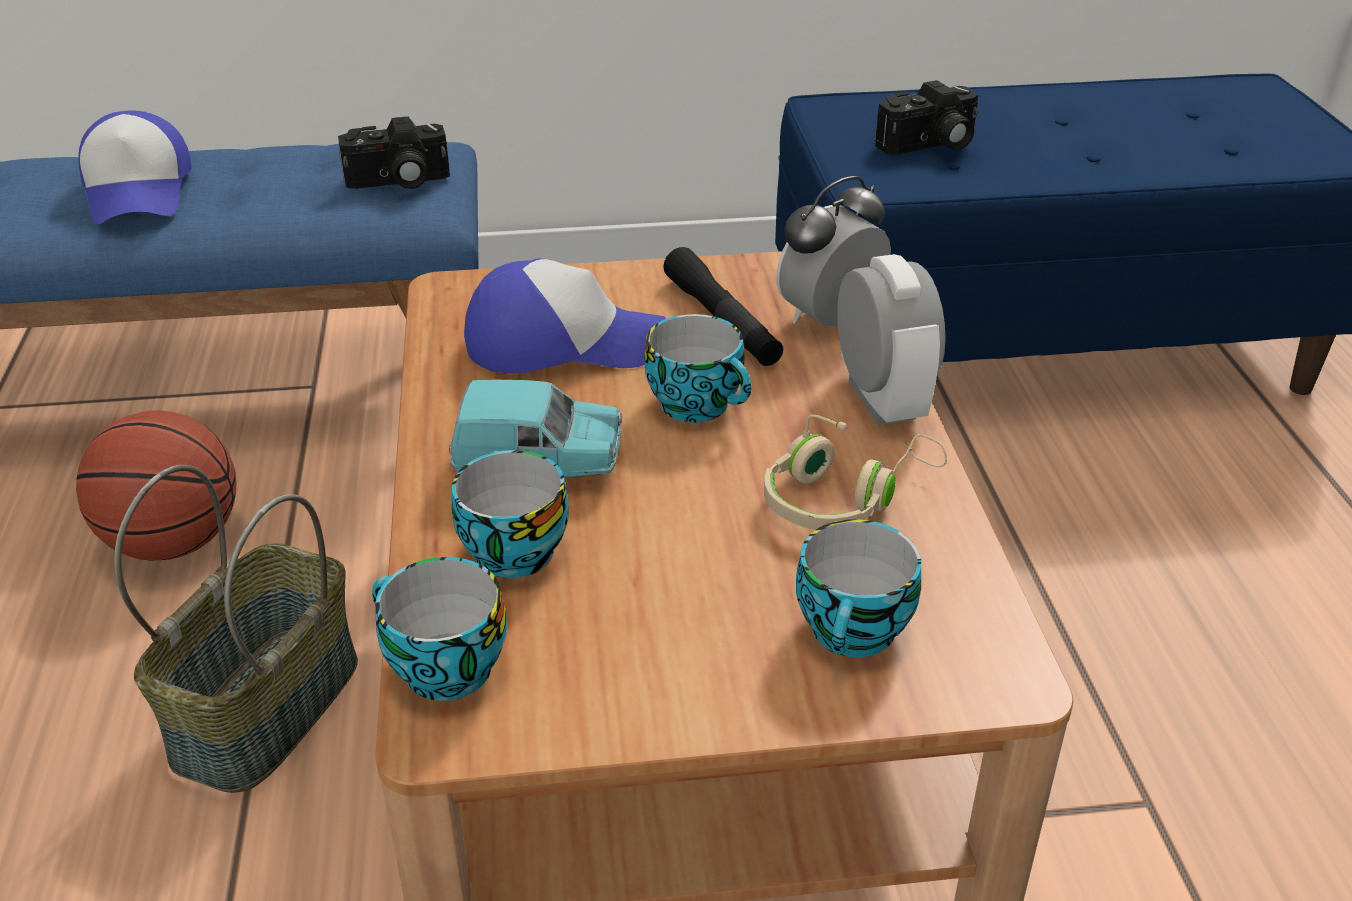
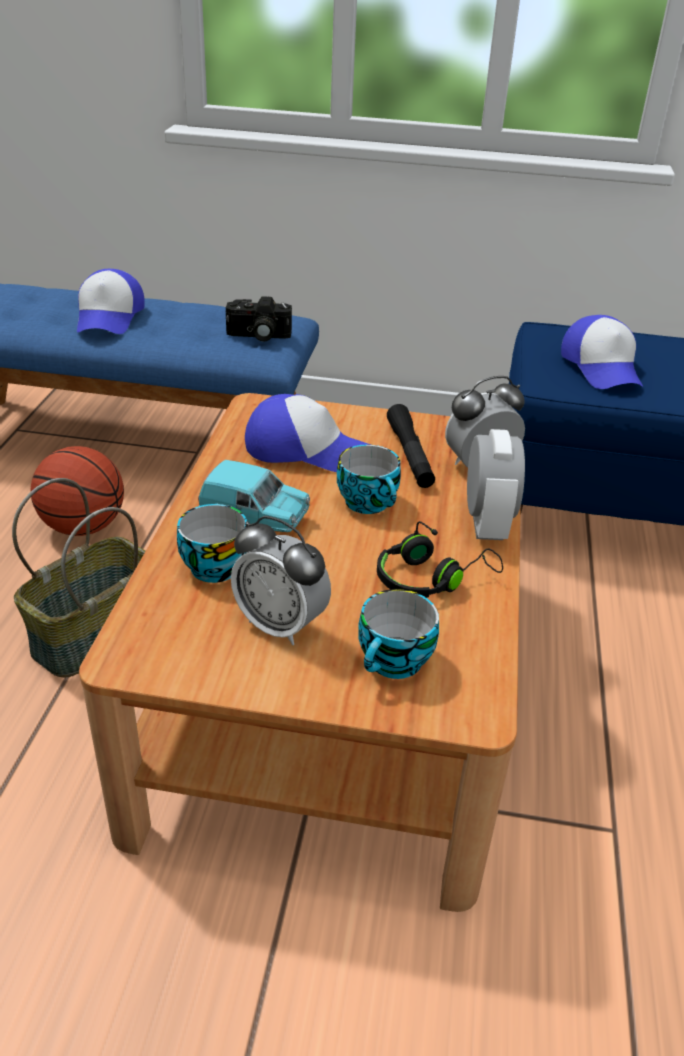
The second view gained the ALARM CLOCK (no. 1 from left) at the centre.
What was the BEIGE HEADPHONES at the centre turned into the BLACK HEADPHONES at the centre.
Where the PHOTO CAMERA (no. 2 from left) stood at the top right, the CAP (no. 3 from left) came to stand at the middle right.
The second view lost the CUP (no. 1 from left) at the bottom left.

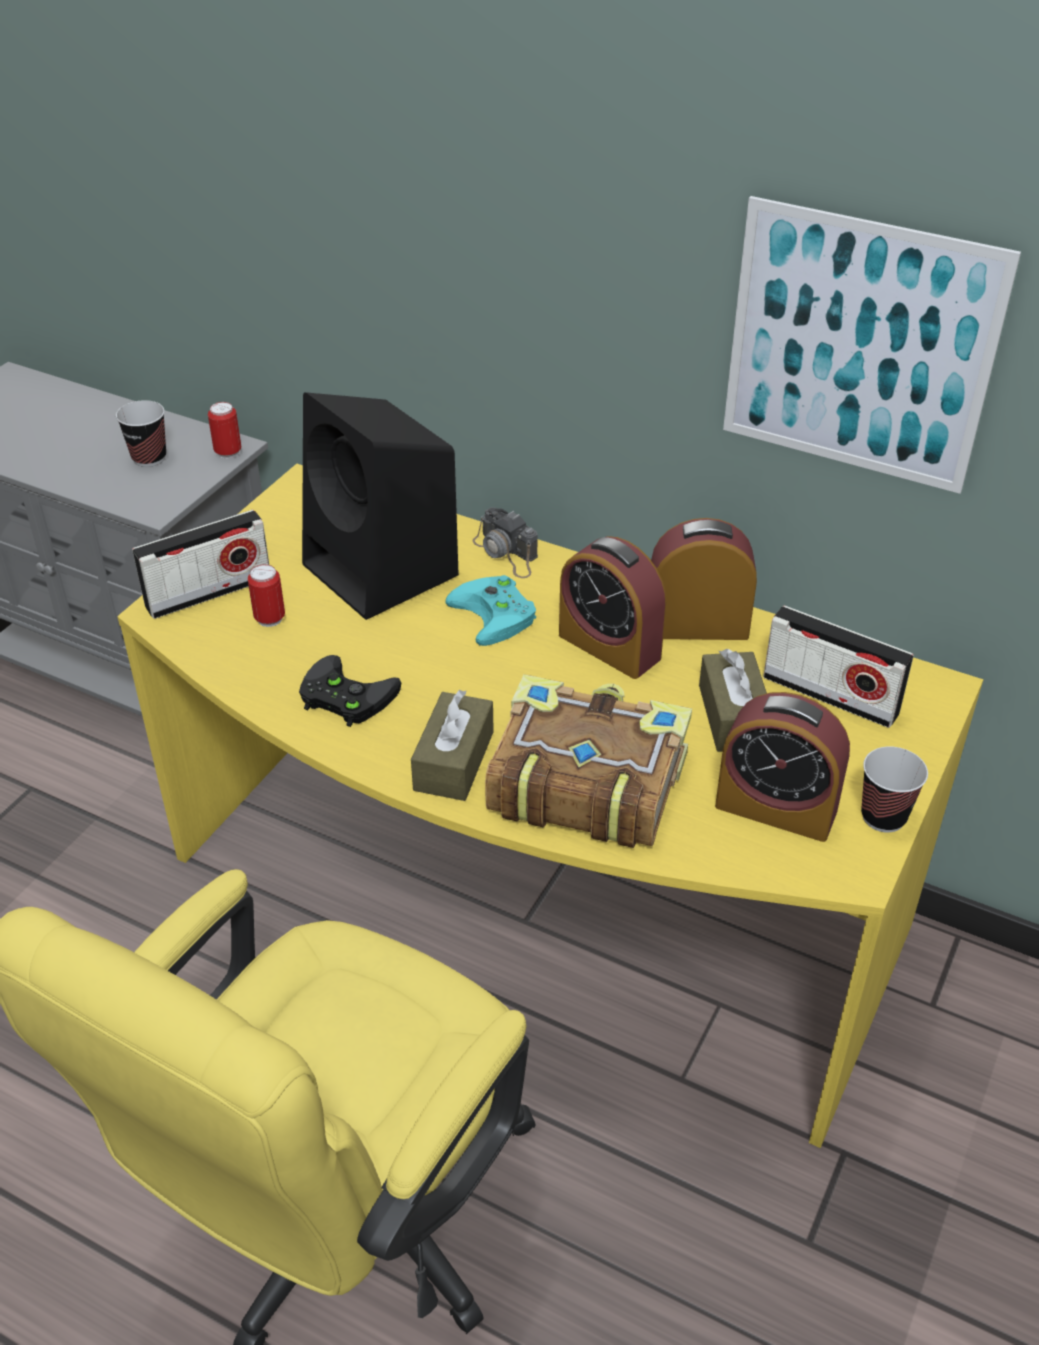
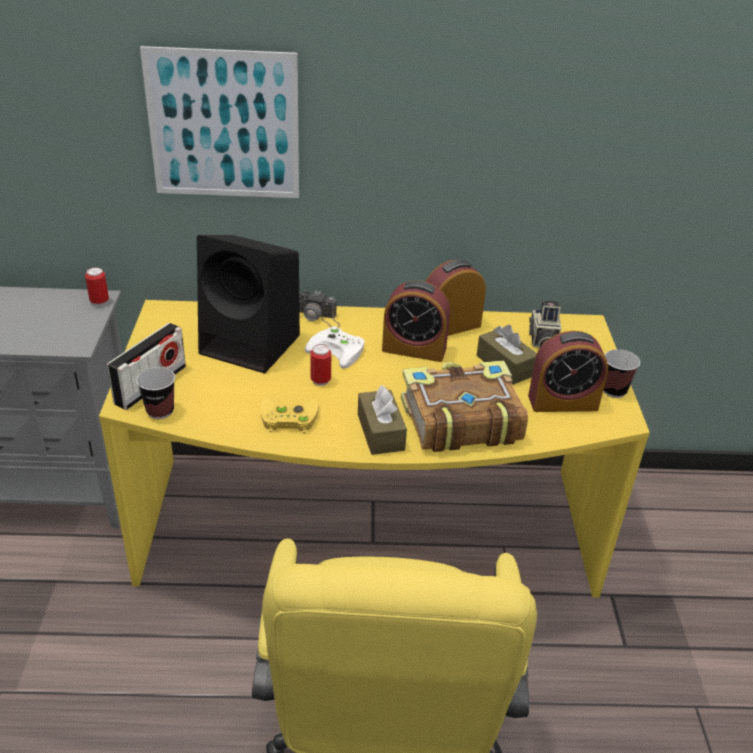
The CUP (no. 1 from left) ended up elsewhere, having gone from the top left to the middle left.
The PICTURE ended up elsewhere, having gone from the top right to the top left.
What was the BLACK GAME CONTROLLER at the centre turned into the YELLOW GAME CONTROLLER at the centre.
What was the TURQUOISE GAME CONTROLLER at the centre turned into the WHITE GAME CONTROLLER at the centre.
The CAN (no. 2 from left) ended up elsewhere, having gone from the middle left to the centre.
Where the RADIO (no. 2 from left) stood at the middle right, the PHOTO CAMERA (no. 2 from left) came to stand at the middle right.

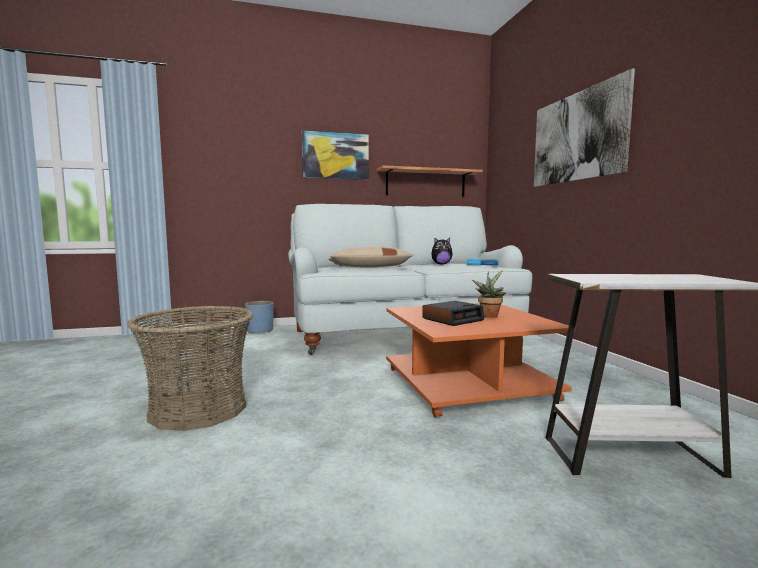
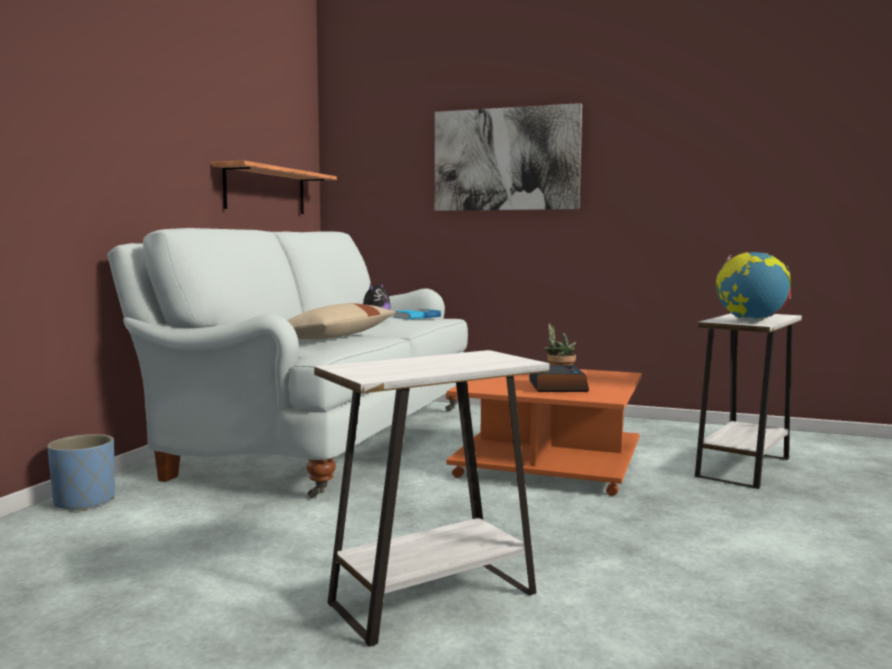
Where the BASKET stood at the middle left, the WHITE SIDE TABLE (no. 1 from left) came to stand at the bottom centre.
The second view gained the GLOBE at the middle right.
The second view lost the PICTURE (no. 1 from left) at the top centre.

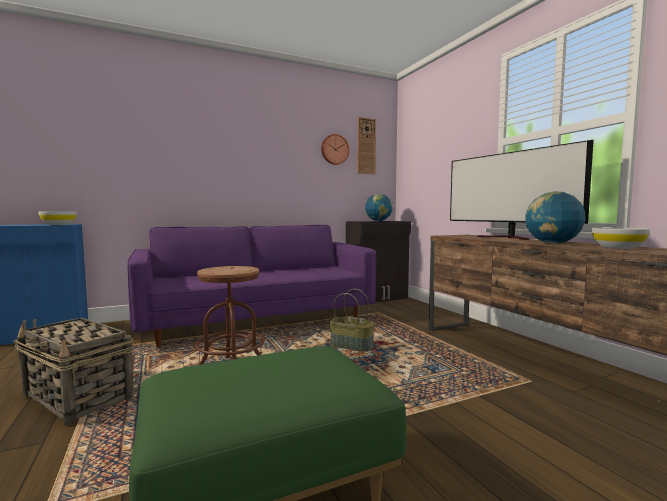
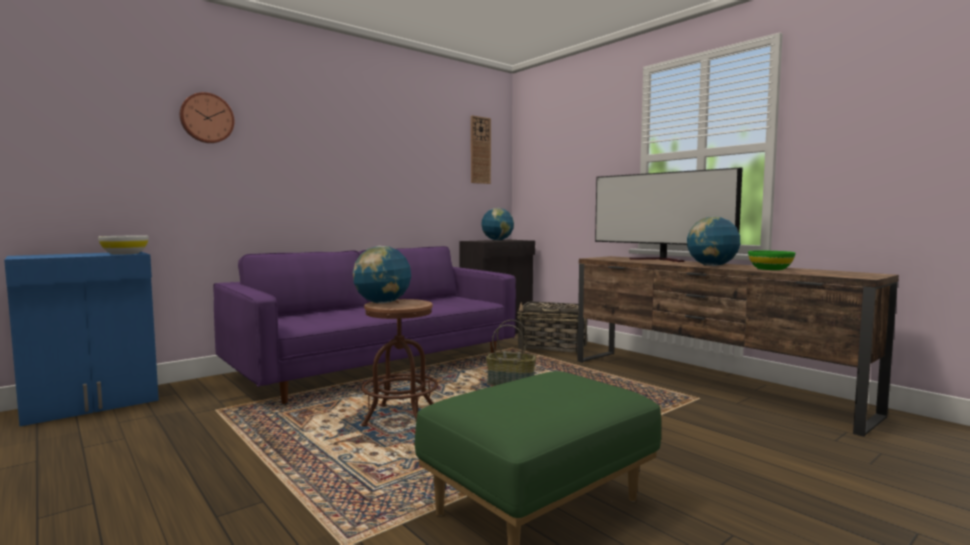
The WALL CLOCK (no. 1 from left) ended up elsewhere, having gone from the top centre to the top left.
The second view gained the GLOBE (no. 1 from left) at the centre.
The BASKET (no. 1 from left in the first image) ended up elsewhere, having gone from the bottom left to the centre.
What was the WHITE BOWL (no. 2 from left) at the middle right turned into the GREEN BOWL at the middle right.

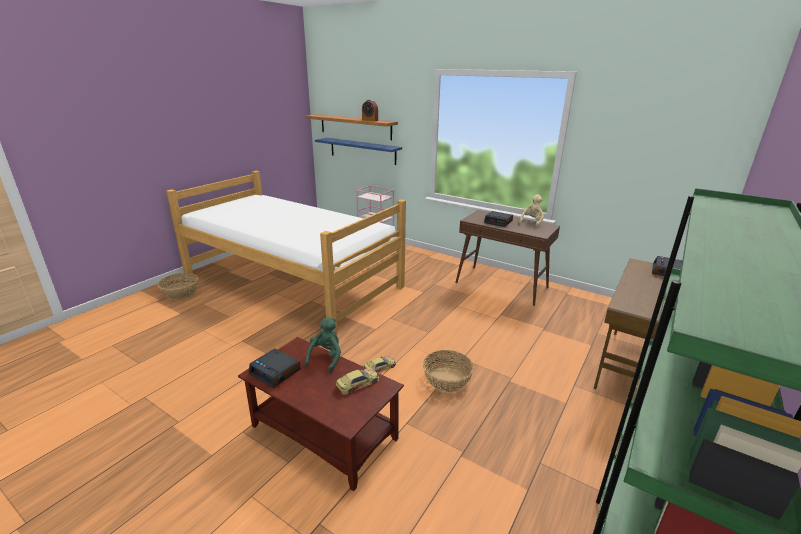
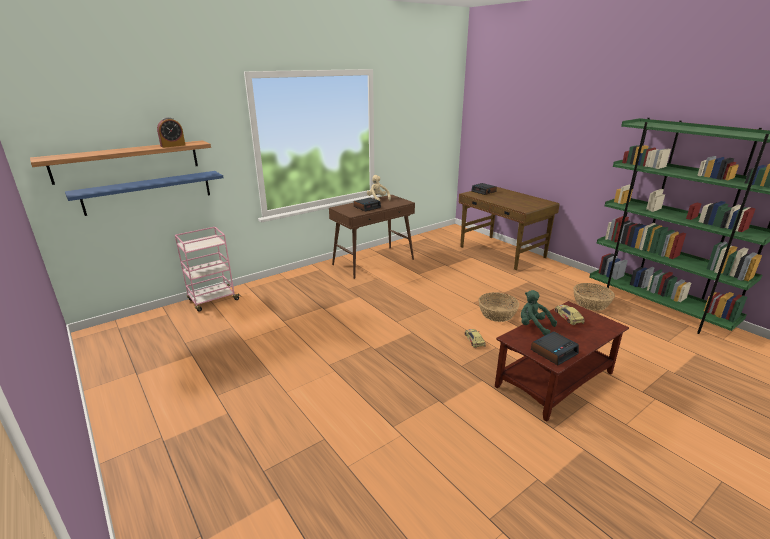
The BASKET (no. 1 from left in the first image) ended up elsewhere, having gone from the middle left to the middle right.
The second view lost the BED at the centre.

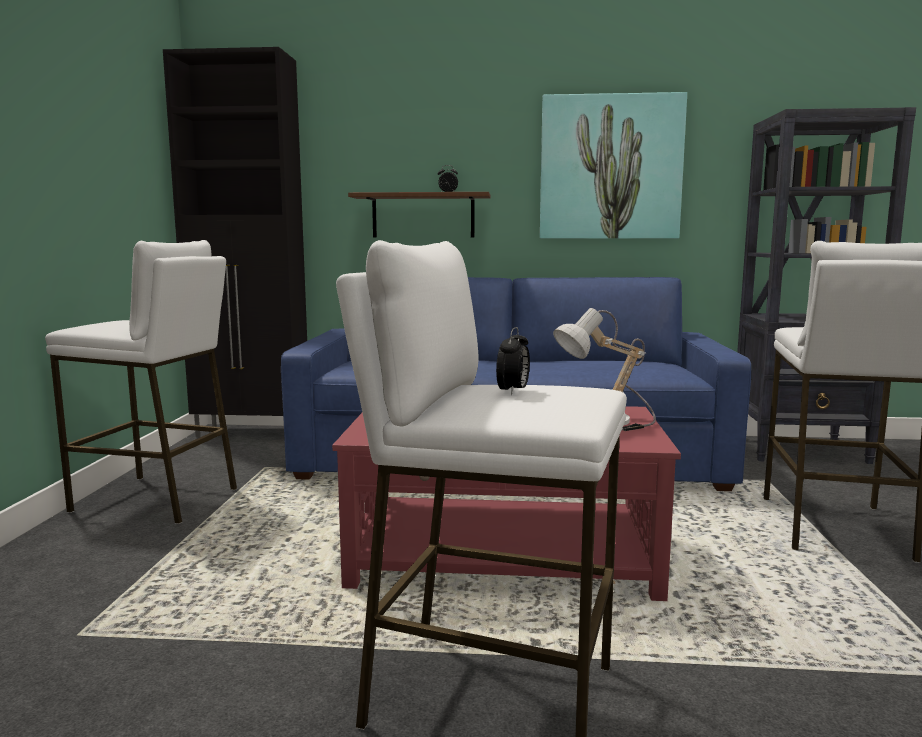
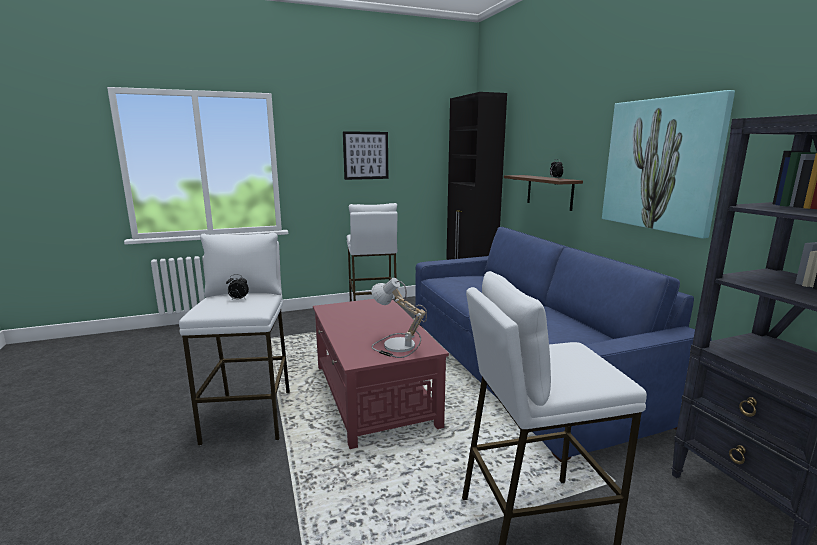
The second view gained the PICTURE (no. 1 from left) at the top centre.

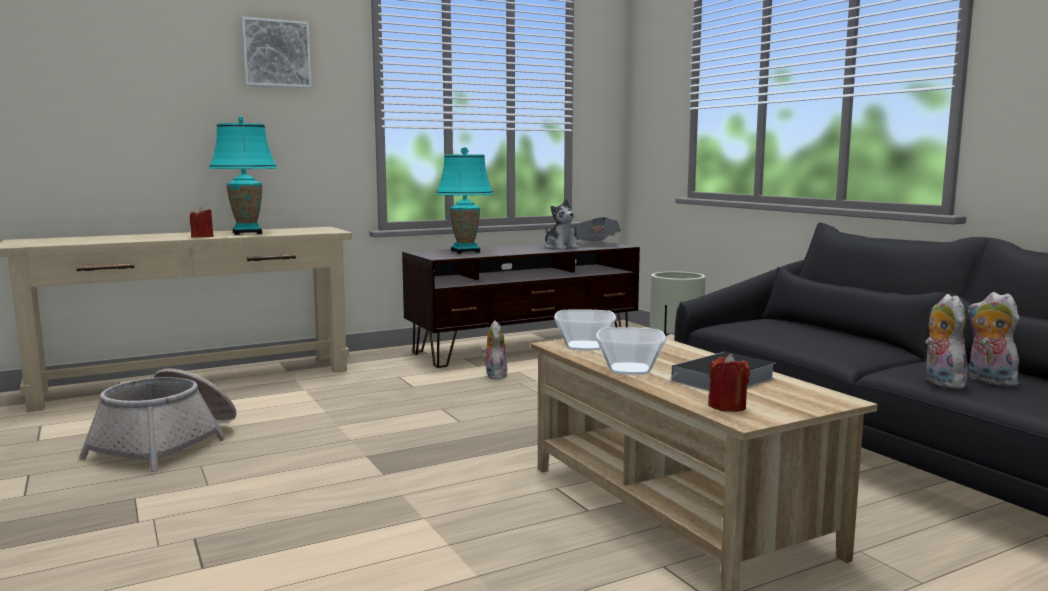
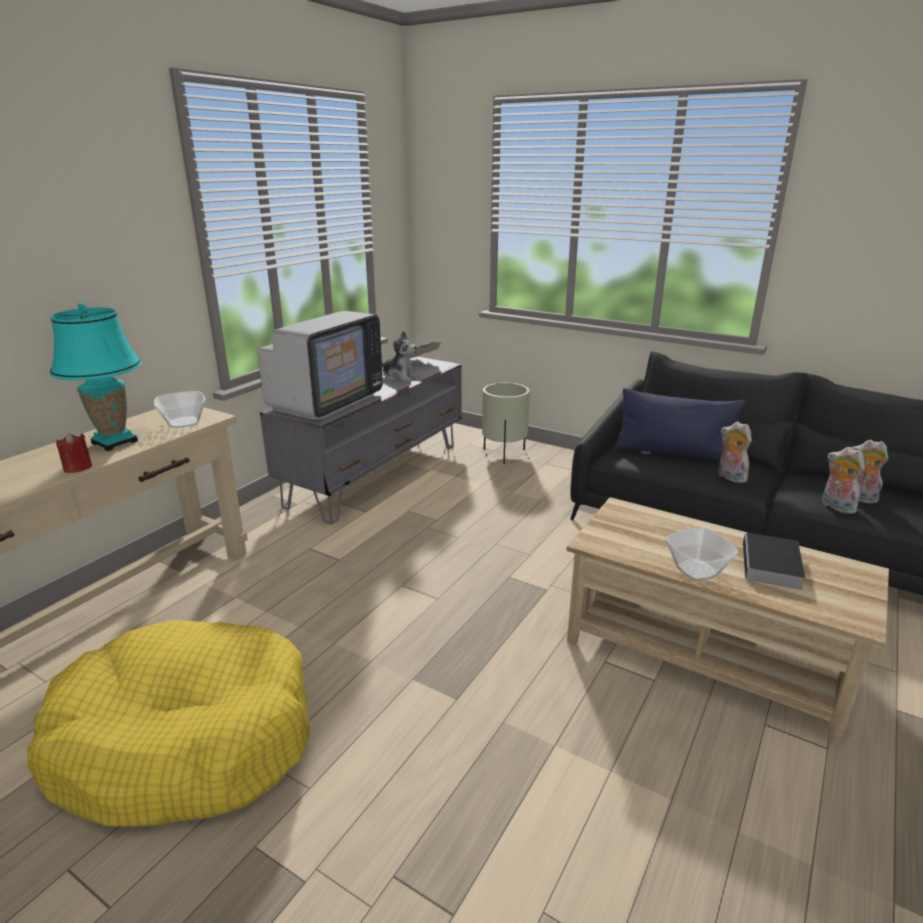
Where the BASKET stood at the bottom left, the YELLOW DOG BED came to stand at the bottom left.
The BOWL (no. 1 from left) ended up elsewhere, having gone from the centre to the middle left.
Where the TURQUOISE TABLE LAMP (no. 2 from left) stood at the centre, the TELEVISION came to stand at the centre.
What was the BROWN TV STAND at the centre turned into the GREY TV STAND at the centre.
The second view gained the BLUE PILLOW at the middle right.
The PLUSH TOY (no. 1 from left in the first image) ended up elsewhere, having gone from the centre to the middle right.
The second view lost the PICTURE at the top left.
The second view lost the RED CANDLE (no. 2 from left) at the middle right.

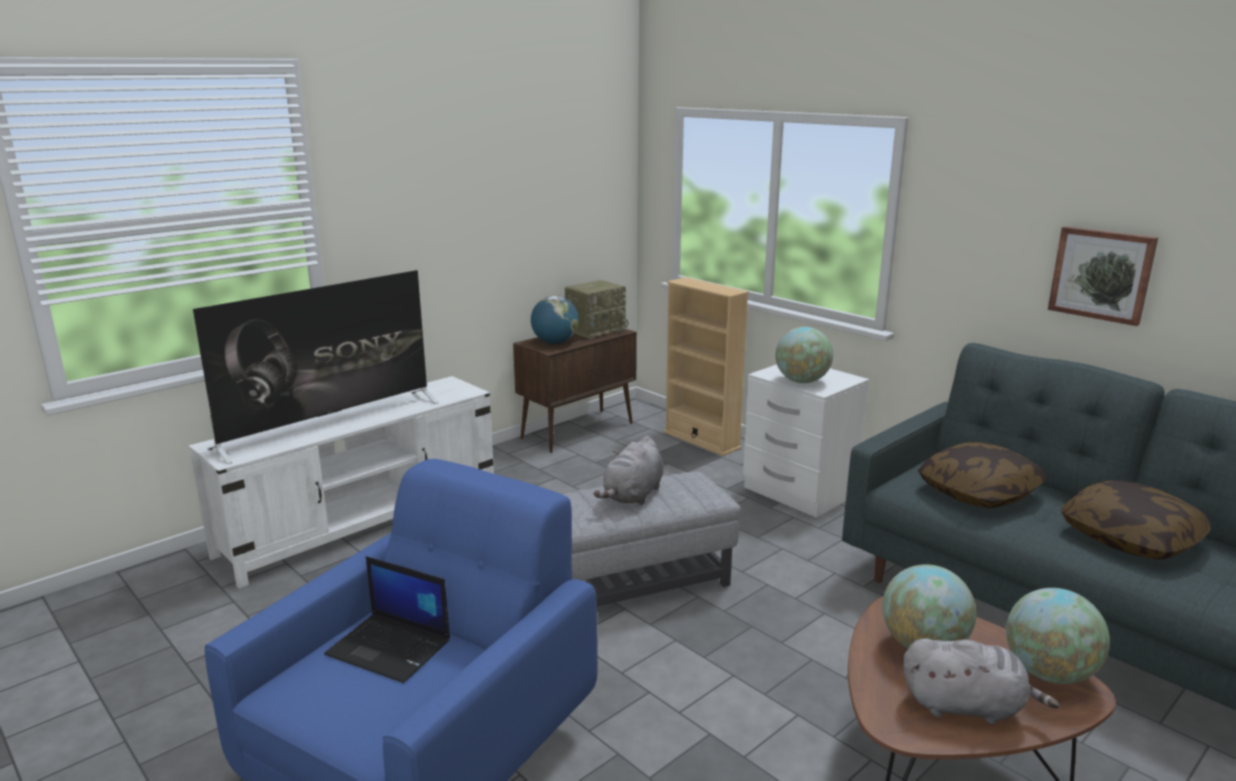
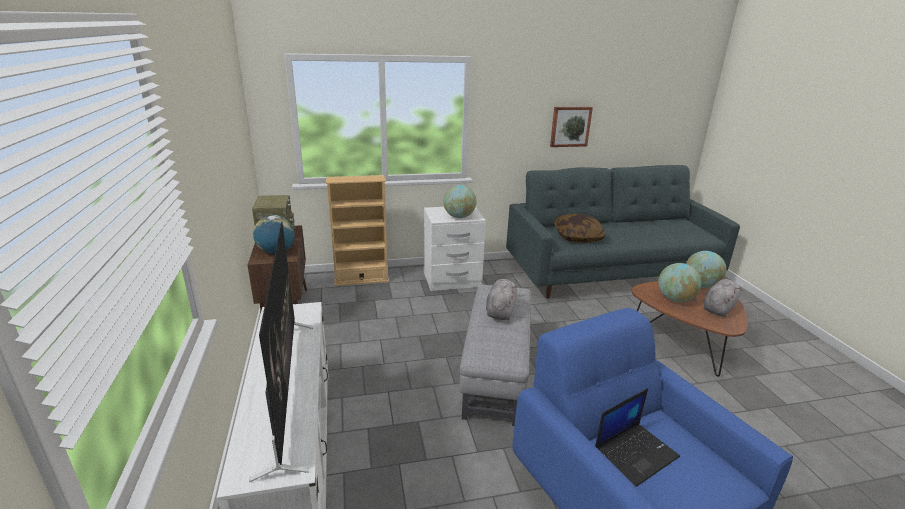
The GREY PLUSH TOY (no. 1 from left) at the centre ended up facing another way, 135 degrees counterclockwise from before.
The second view lost the PILLOW (no. 2 from left) at the middle right.

